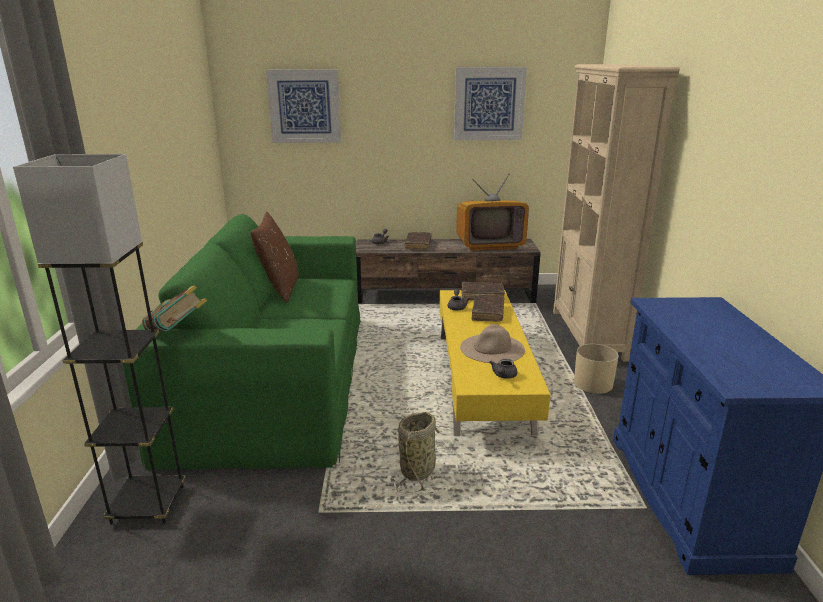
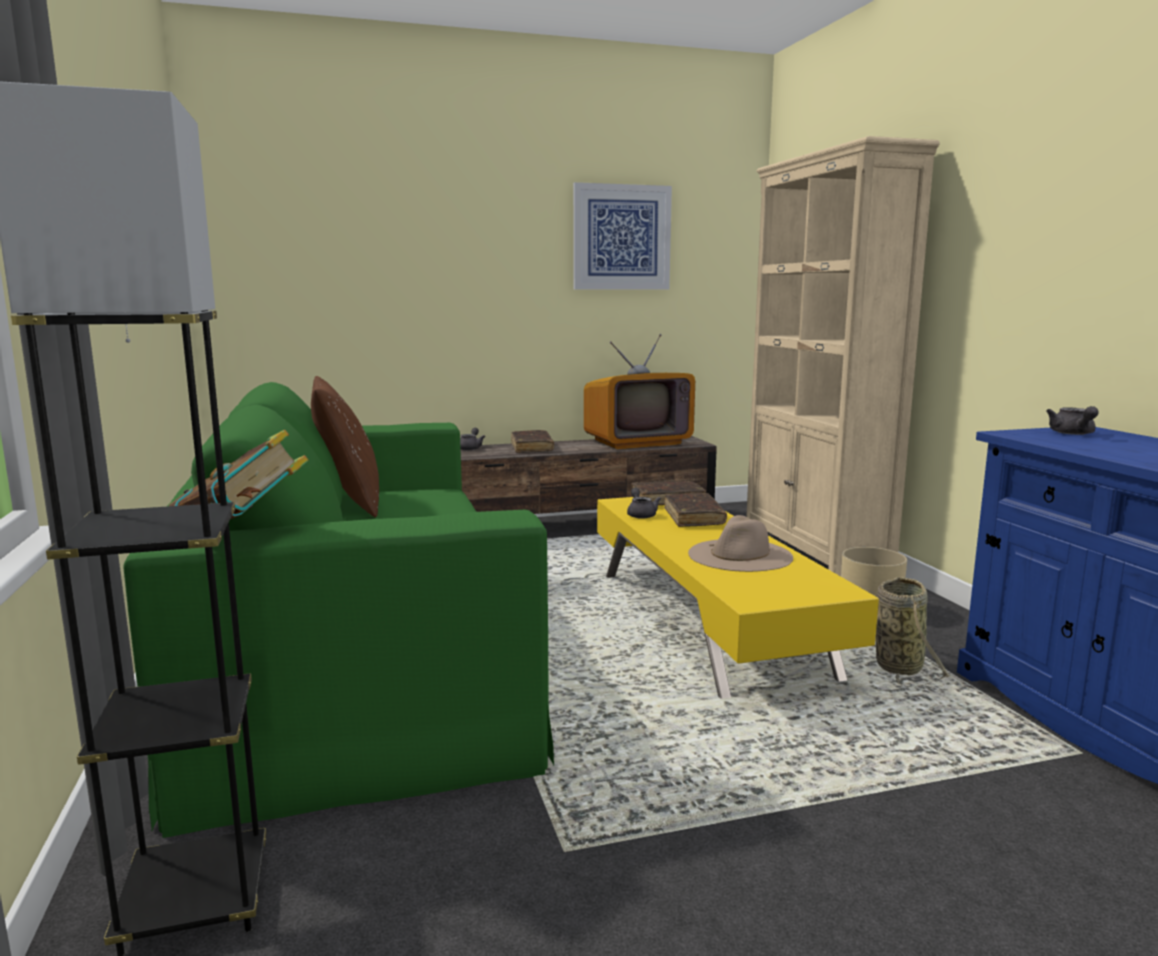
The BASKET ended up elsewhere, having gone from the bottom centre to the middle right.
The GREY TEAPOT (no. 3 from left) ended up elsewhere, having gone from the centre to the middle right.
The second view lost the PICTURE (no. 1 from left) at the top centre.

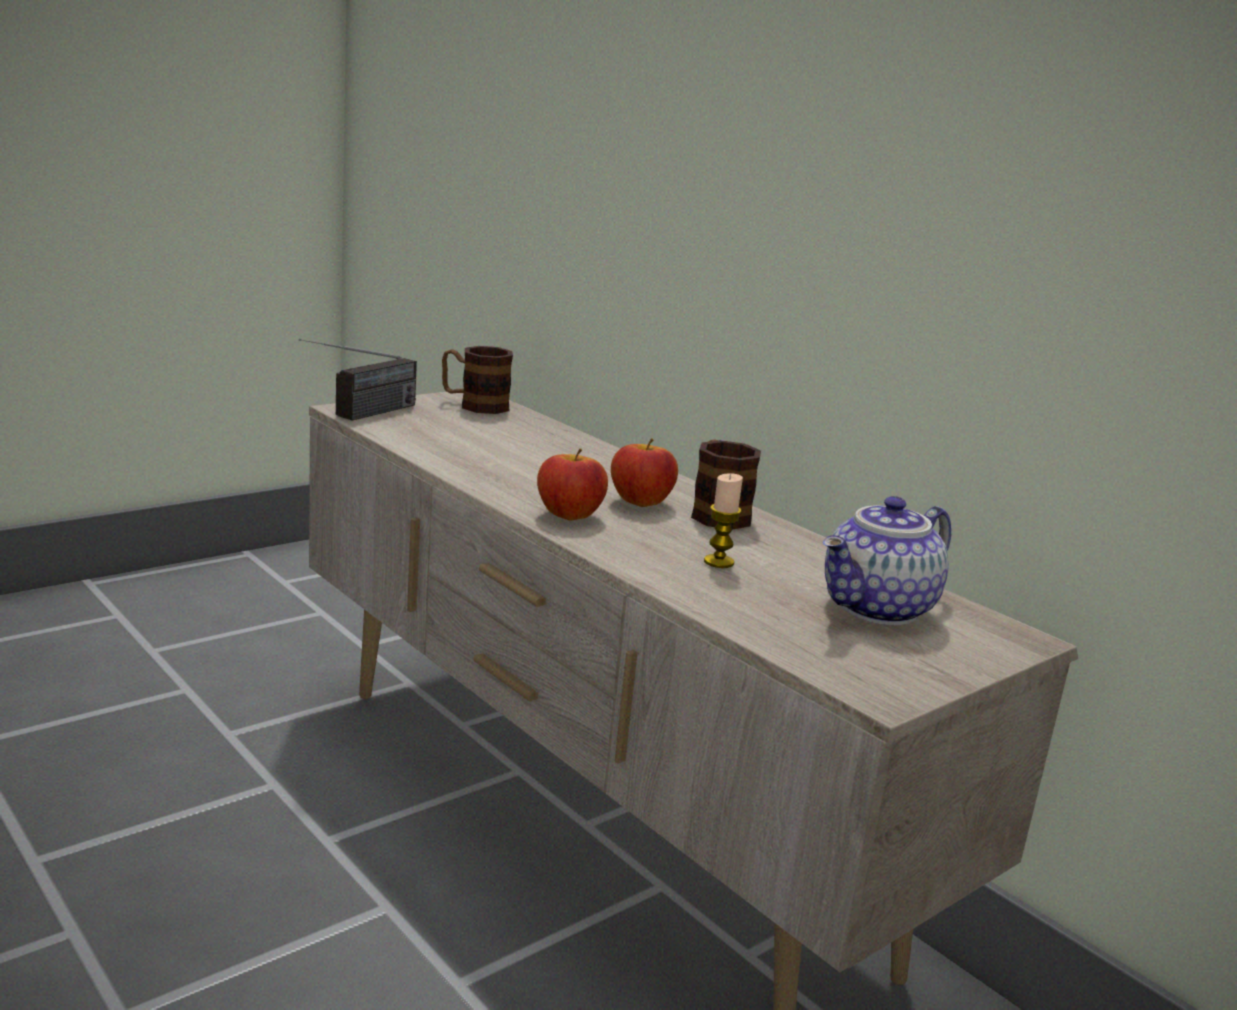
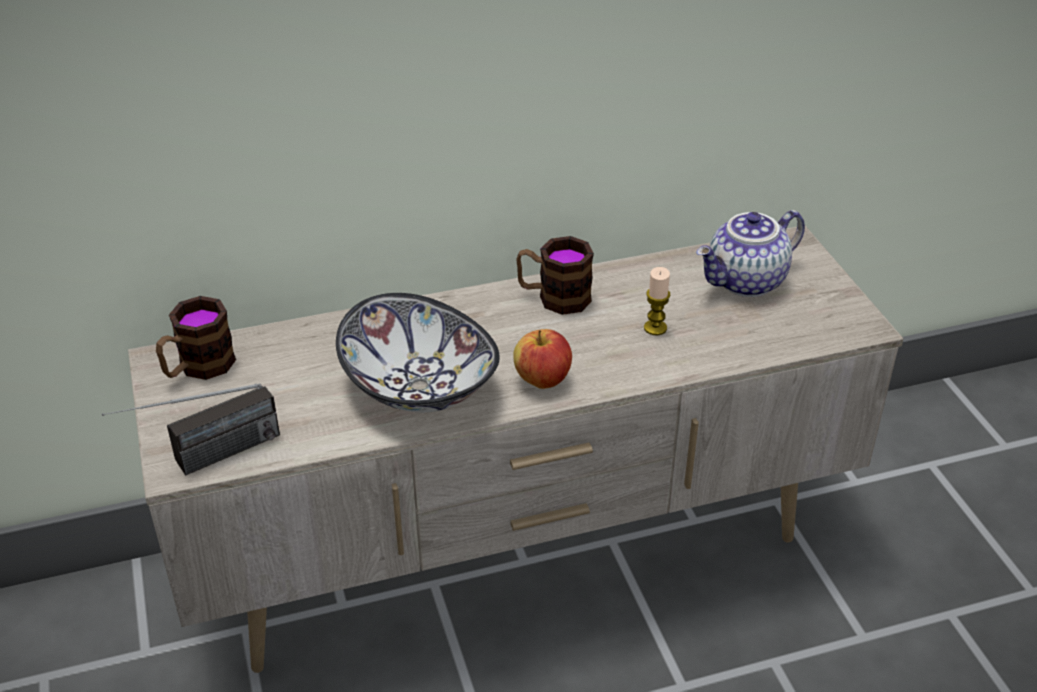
The RADIO at the middle left ended up facing another way, 90 degrees clockwise from before.
The second view gained the BOWL at the centre.
The TEAPOT at the middle right ended up facing another way, 75 degrees clockwise from before.
The second view lost the APPLE (no. 2 from left) at the centre.

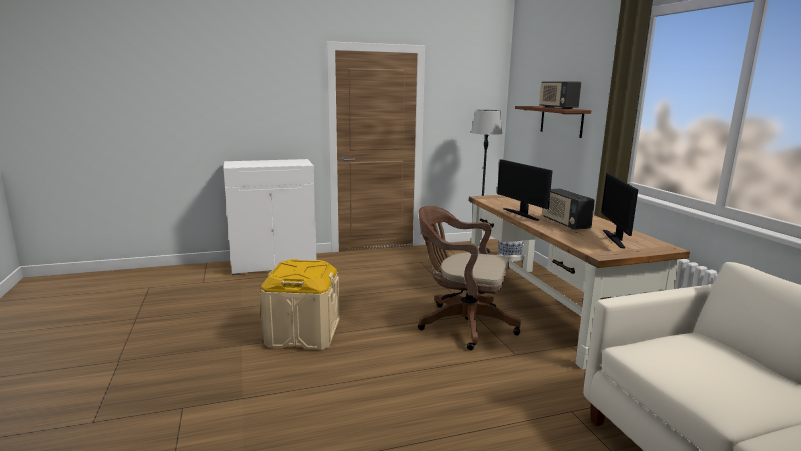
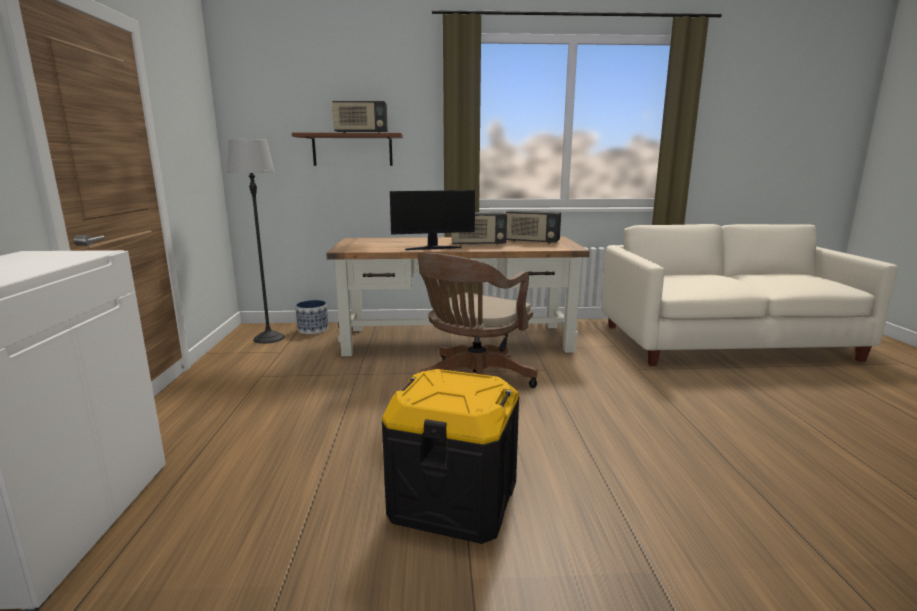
What was the BEIGE STORAGE BOX at the bottom centre turned into the BLACK STORAGE BOX at the bottom centre.
Where the MONITOR (no. 2 from left) stood at the middle right, the RADIO (no. 3 from left) came to stand at the centre.

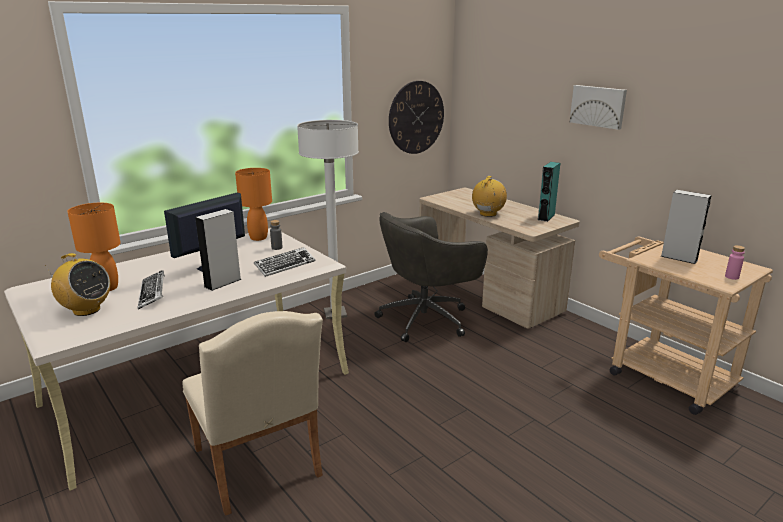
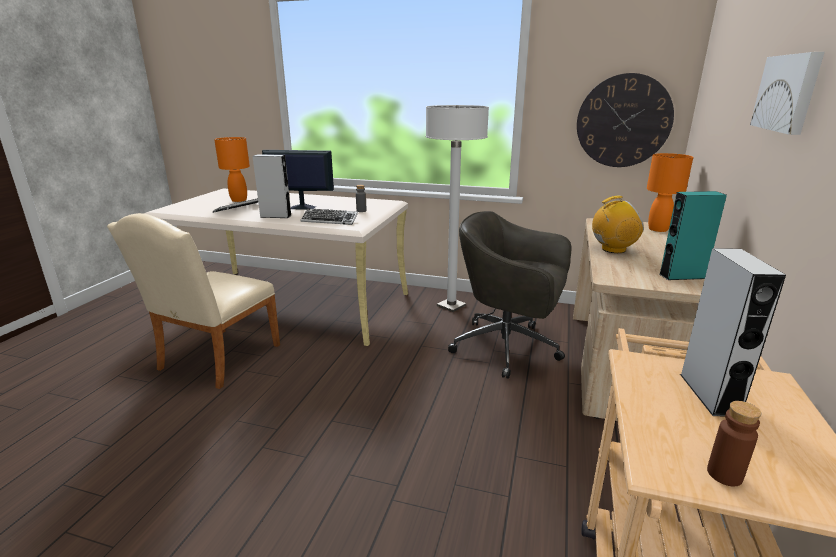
The ORANGE TABLE LAMP (no. 2 from left) ended up elsewhere, having gone from the middle left to the middle right.
What was the PINK BOTTLE at the middle right turned into the BROWN BOTTLE at the bottom right.
The second view lost the RADIO (no. 1 from left) at the middle left.

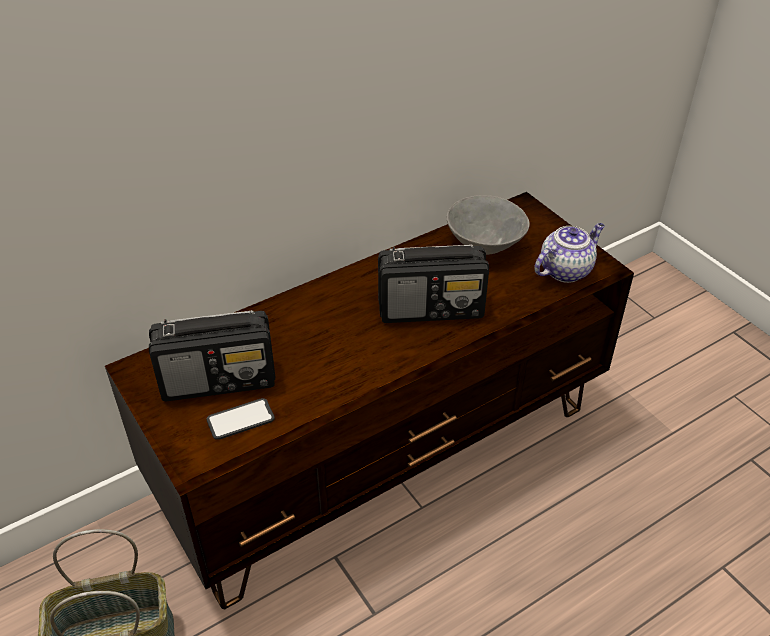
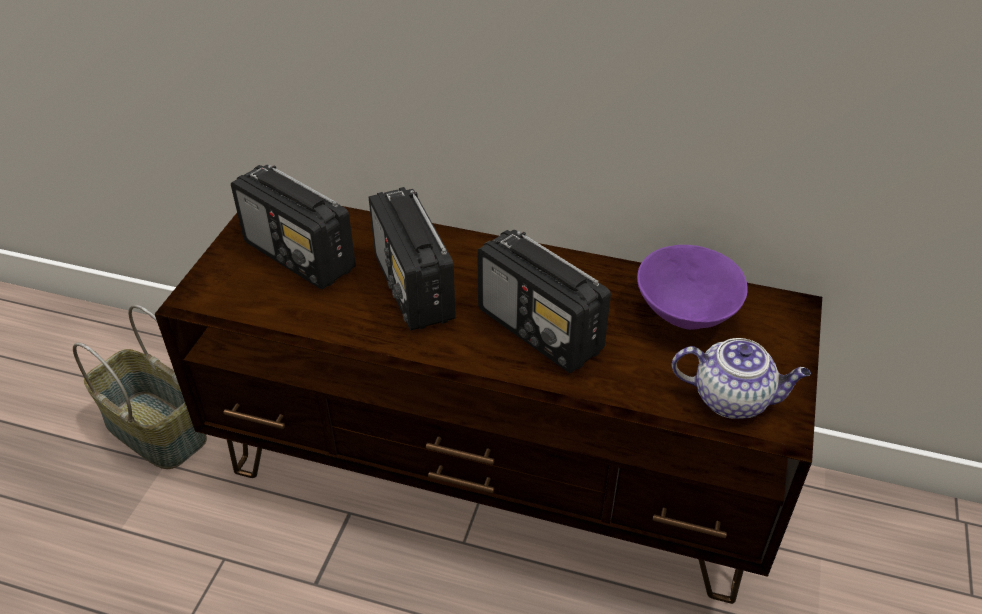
The second view gained the RADIO (no. 2 from left) at the centre.
What was the GREY BOWL at the centre turned into the PURPLE BOWL at the middle right.
The second view lost the PHONE at the middle left.

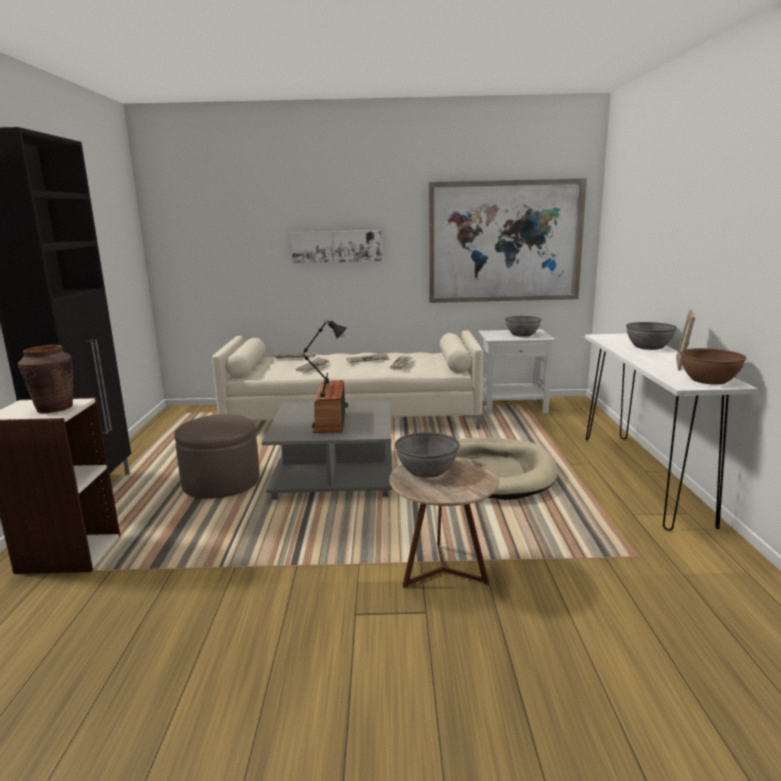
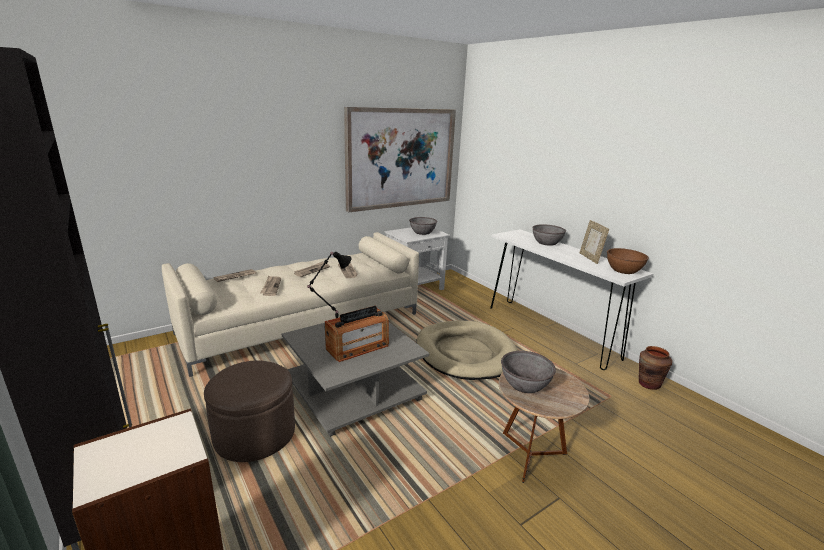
The RADIO at the centre ended up facing another way, 90 degrees counterclockwise from before.
The BROWN VASE ended up elsewhere, having gone from the middle left to the bottom right.
The second view lost the PICTURE (no. 1 from left) at the top centre.

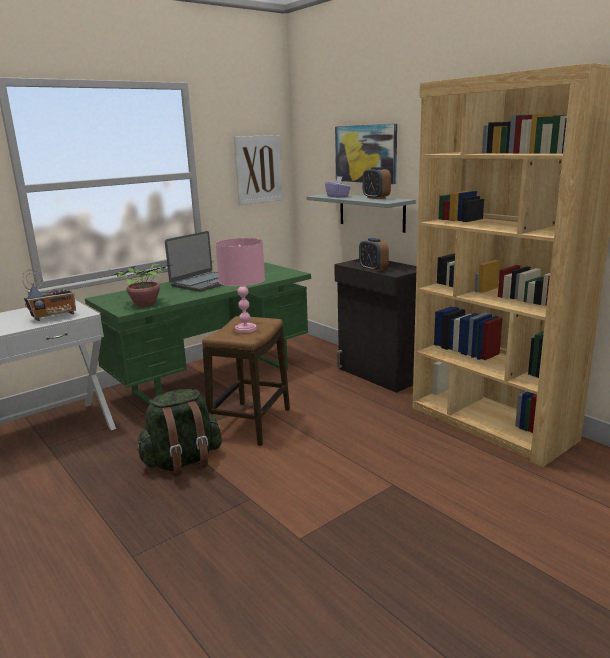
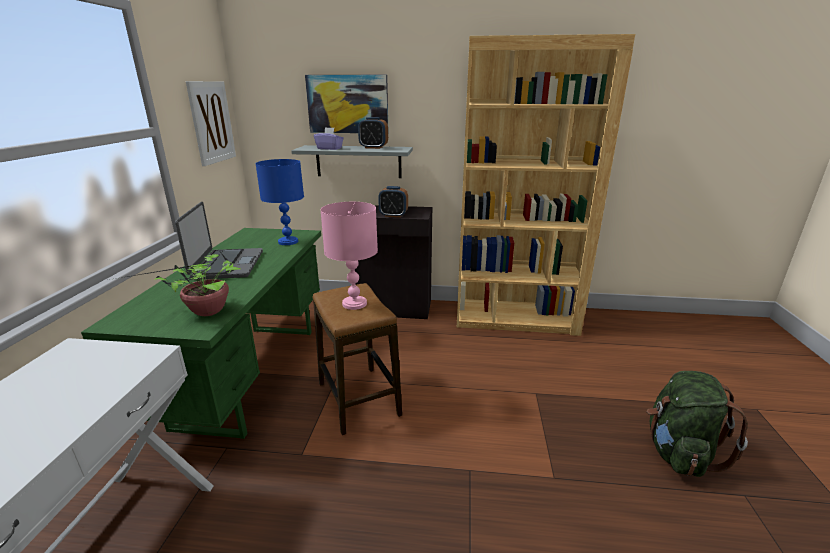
The second view gained the BLUE TABLE LAMP at the centre.
The GREEN BACKPACK ended up elsewhere, having gone from the middle left to the bottom right.
The second view lost the RADIO at the middle left.

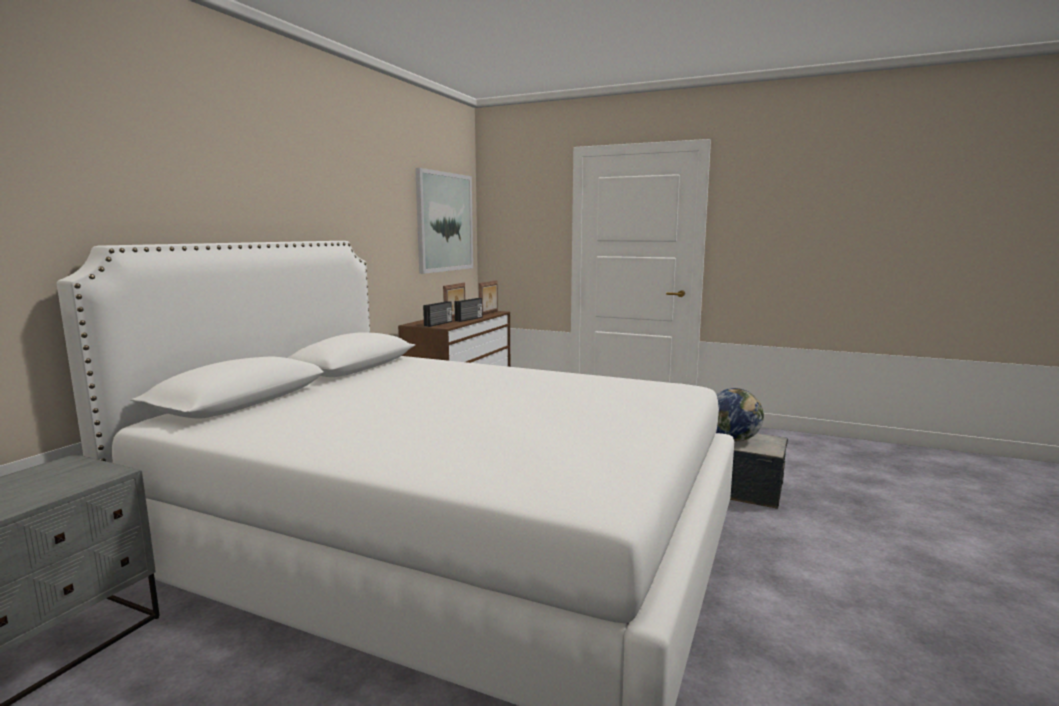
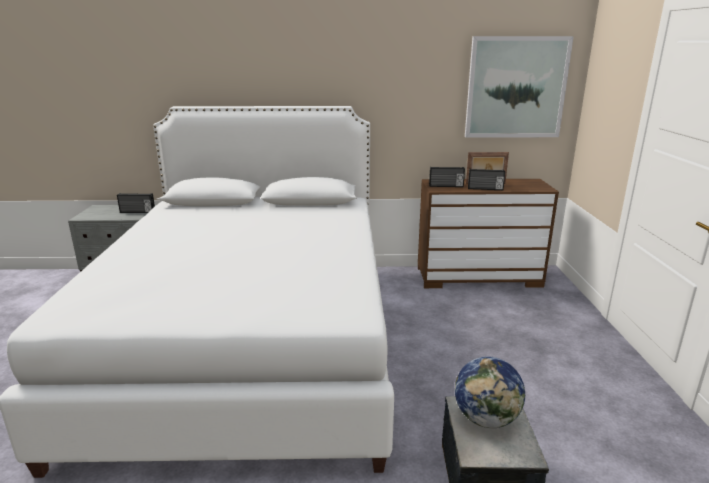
The second view gained the RADIO (no. 1 from left) at the middle left.
The second view lost the PICTURE FRAME (no. 2 from left) at the centre.

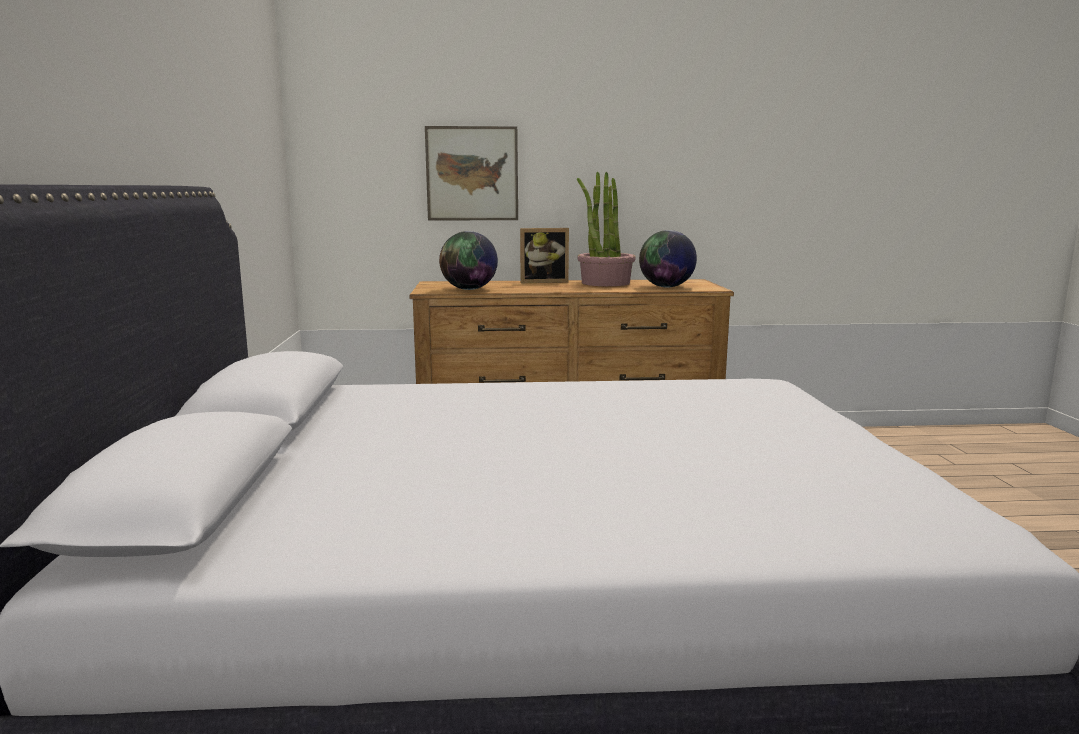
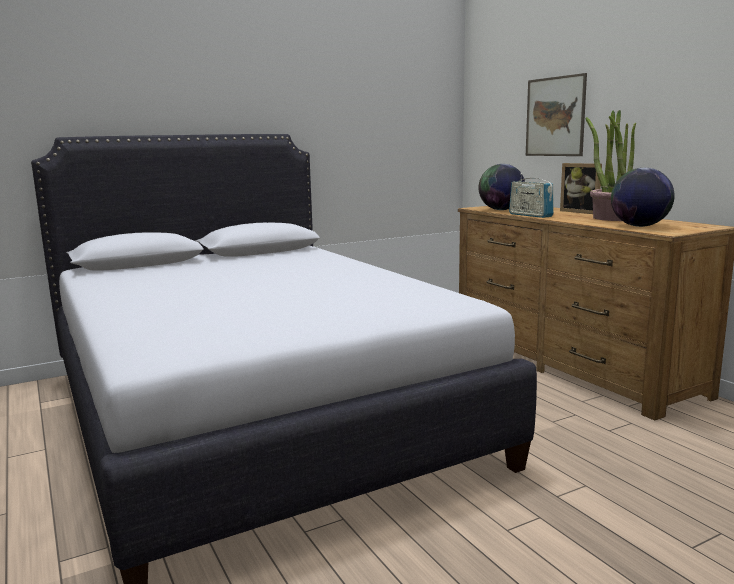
The second view gained the RADIO at the middle right.

